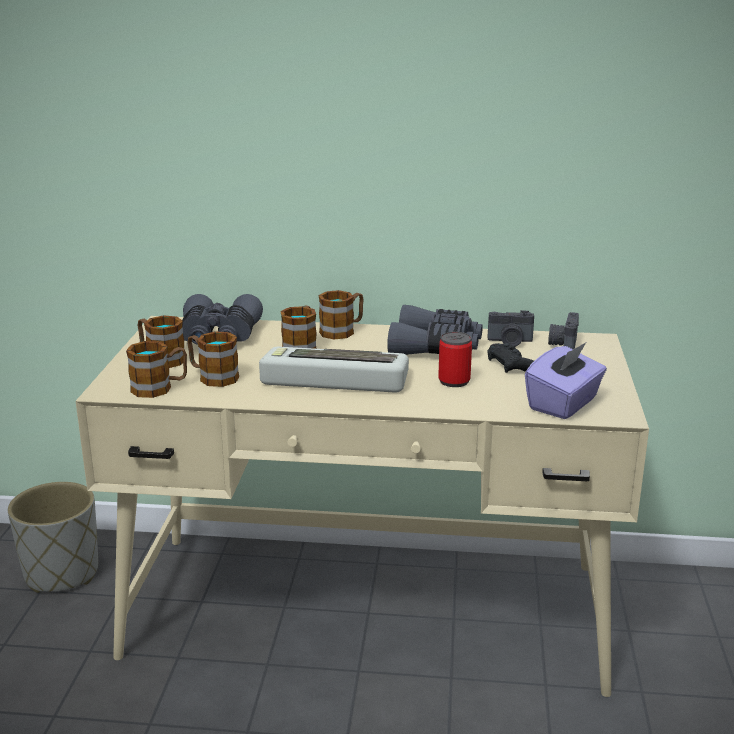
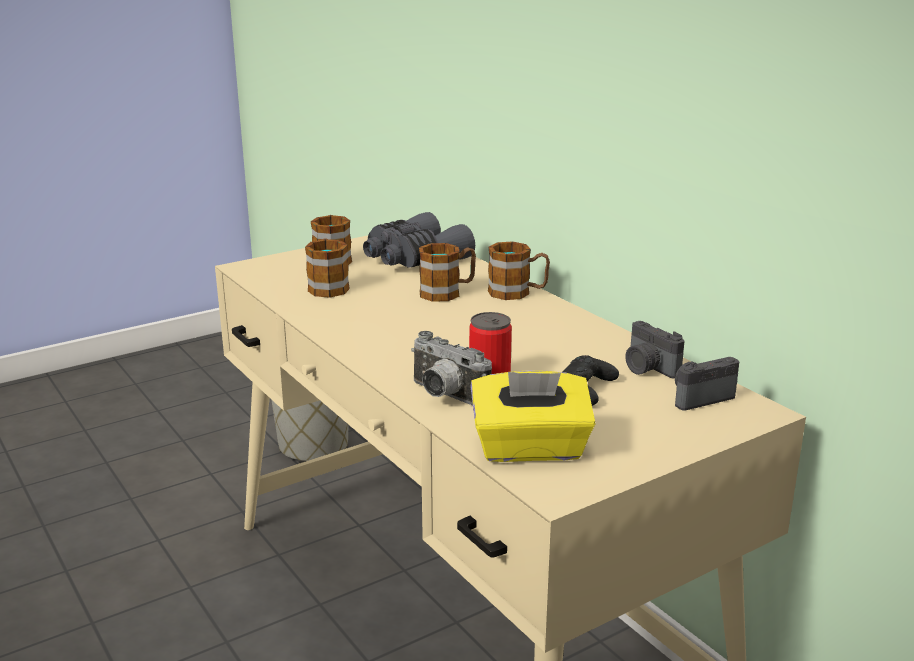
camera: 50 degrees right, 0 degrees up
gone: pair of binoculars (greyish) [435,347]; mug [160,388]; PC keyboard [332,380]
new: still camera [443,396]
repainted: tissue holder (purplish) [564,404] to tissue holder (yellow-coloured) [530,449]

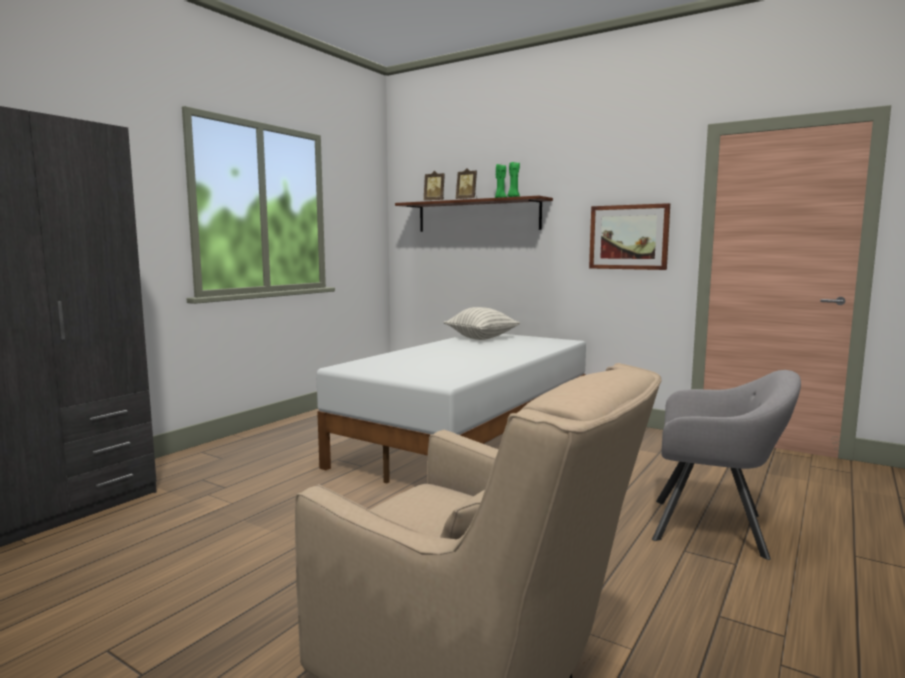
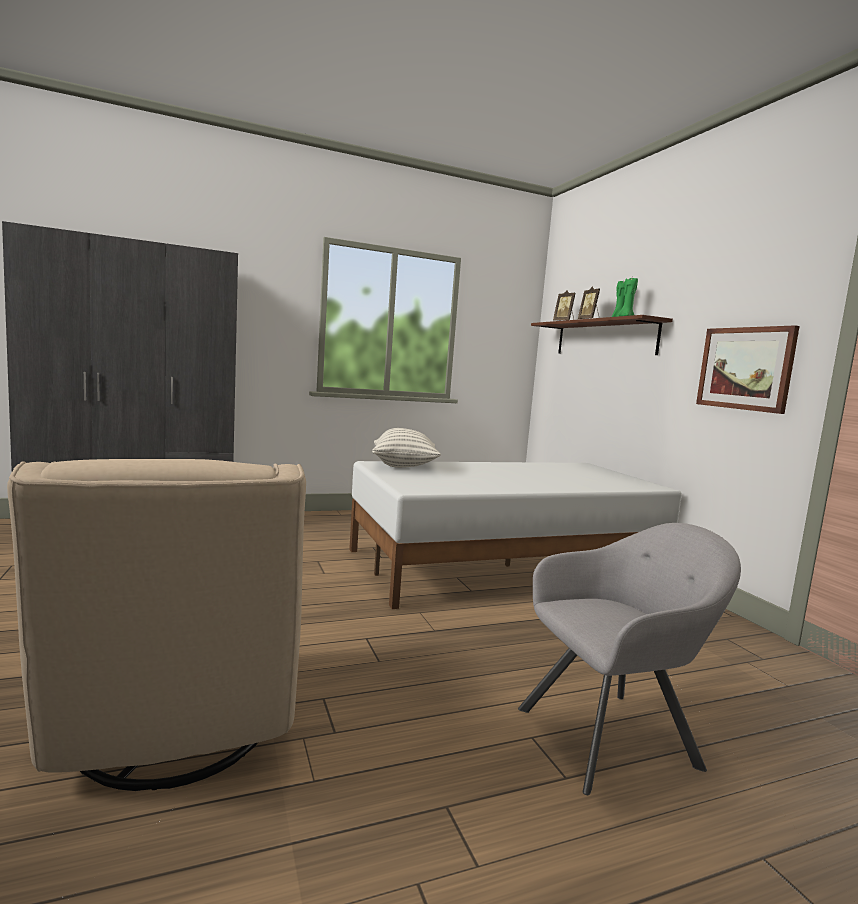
camera: 35 degrees right, 0 degrees up
shifted: cushion [481,338] to [404,466]
rotated: armchair (greyish) [715,528] = [613,736] 75 degrees counterclockwise

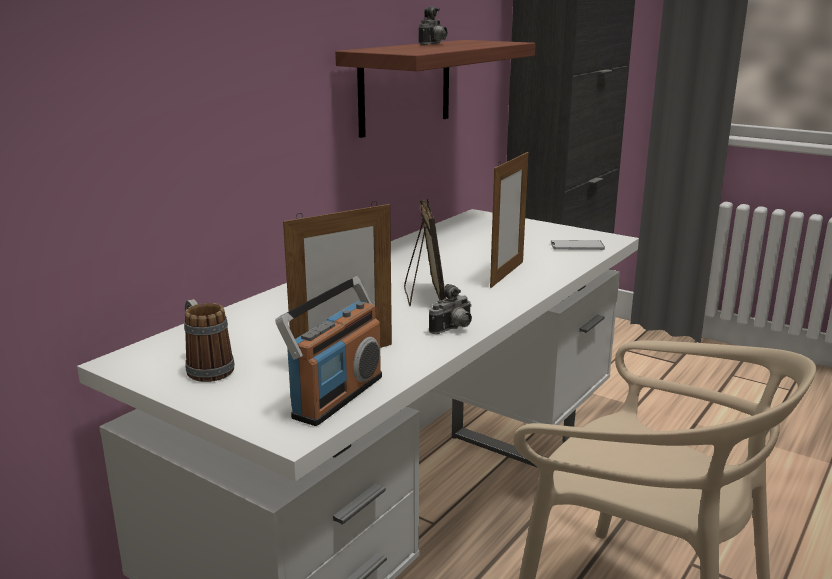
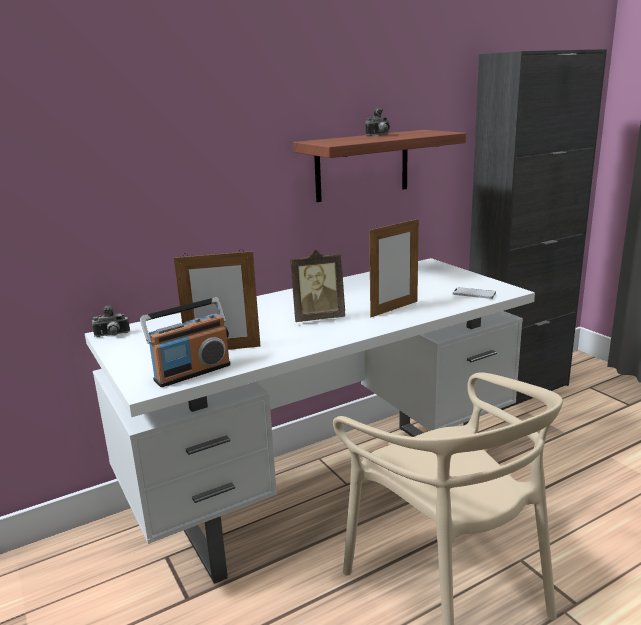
camera: 25 degrees right, 0 degrees up
gone: mug [206,368]
shifted: still camera [453,329] to [112,335]
rotated: picture frame [424,297] = [318,318] 60 degrees clockwise

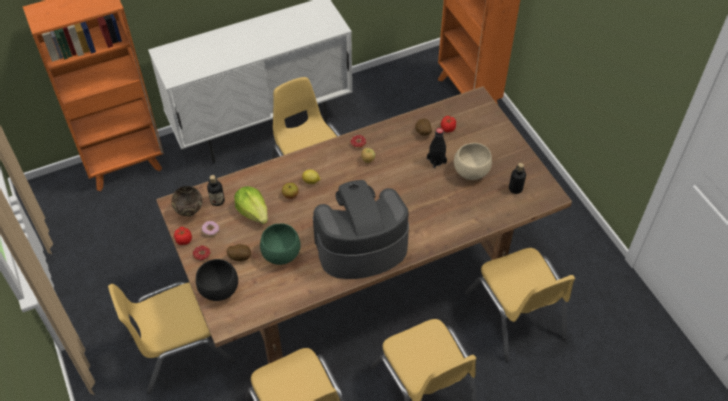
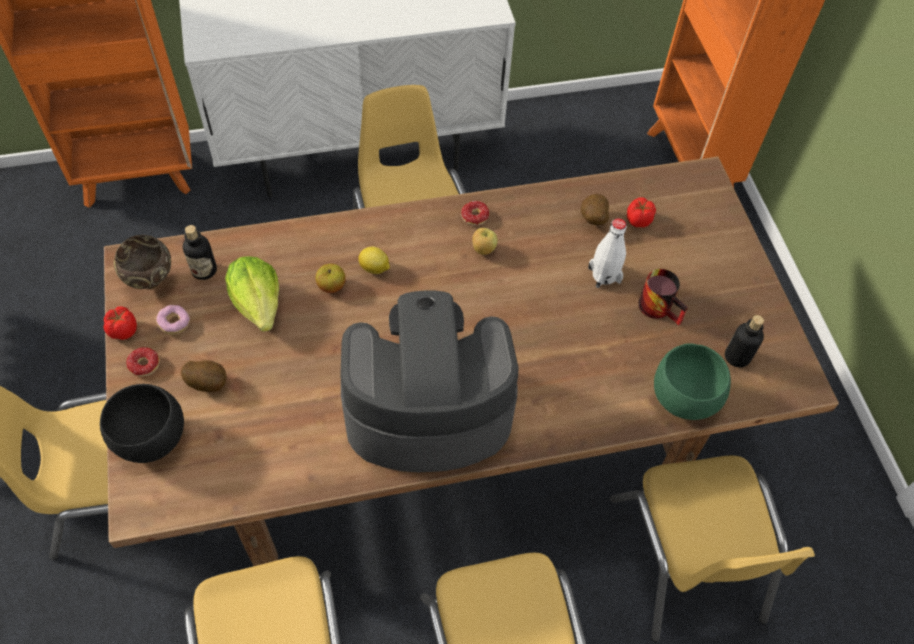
camera: 10 degrees right, 5 degrees up
shifted: bowl (green-coloured) [280,255] to [682,398]
swapped: bowl (beige-coloured) [470,171] to mug [661,307]
repainted: beverage bottle (blackish) [436,161] to beverage bottle (whitish) [604,275]

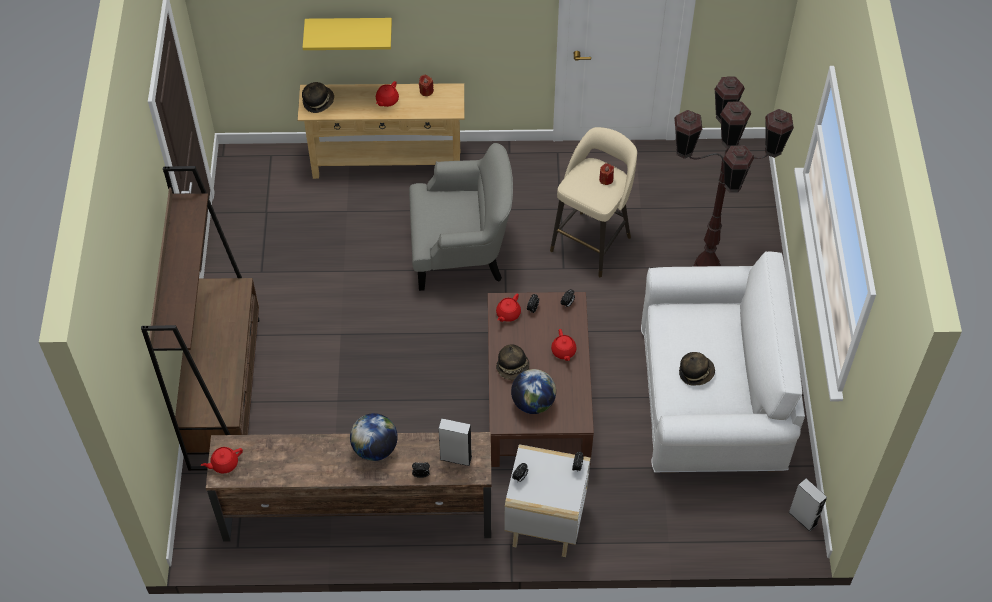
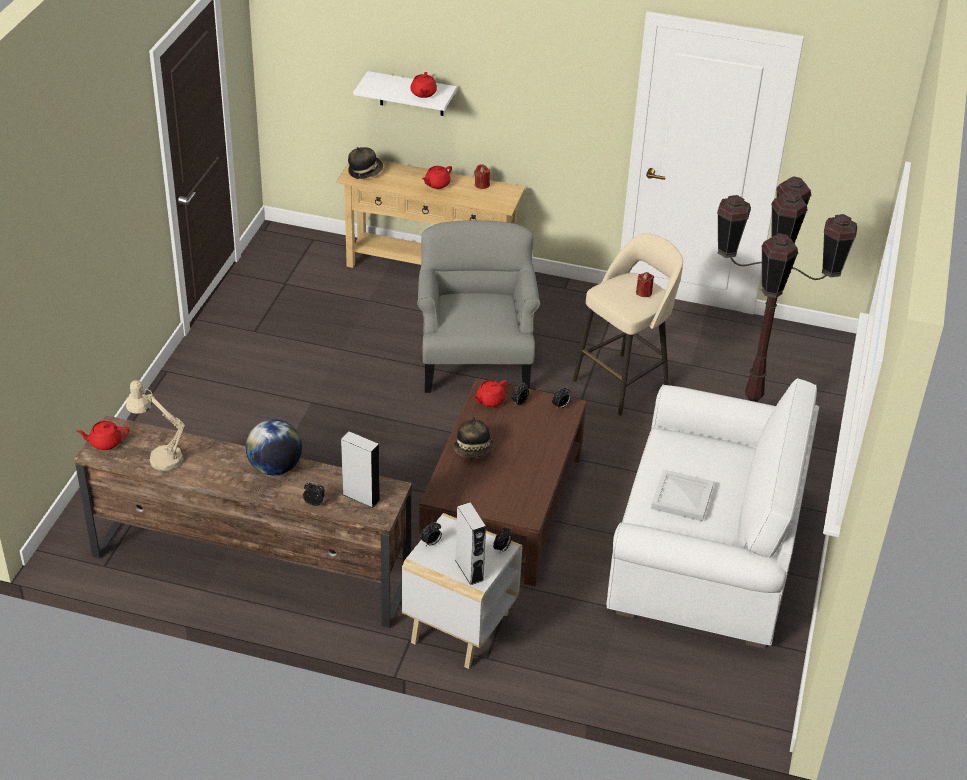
camera: 15 degrees right, 15 degrees down
gone: bookcase (brown) [225,392]; world globe [533,403]
new: lamp for a table (beige-coloured) [160,457]
shifted: tea pot (reddish) [563,351] to [423,93]; loudspeaker (greyish) [802,518] to [469,570]
swapped: wearable hat [696,372] to tray (whitish) [681,496]
repainted: bracket shelf (yellow-coloured) [349,29] to bracket shelf (whitish) [411,94]
rotated: armchair (greyish) [461,251] = [475,360] 105 degrees counterclockwise

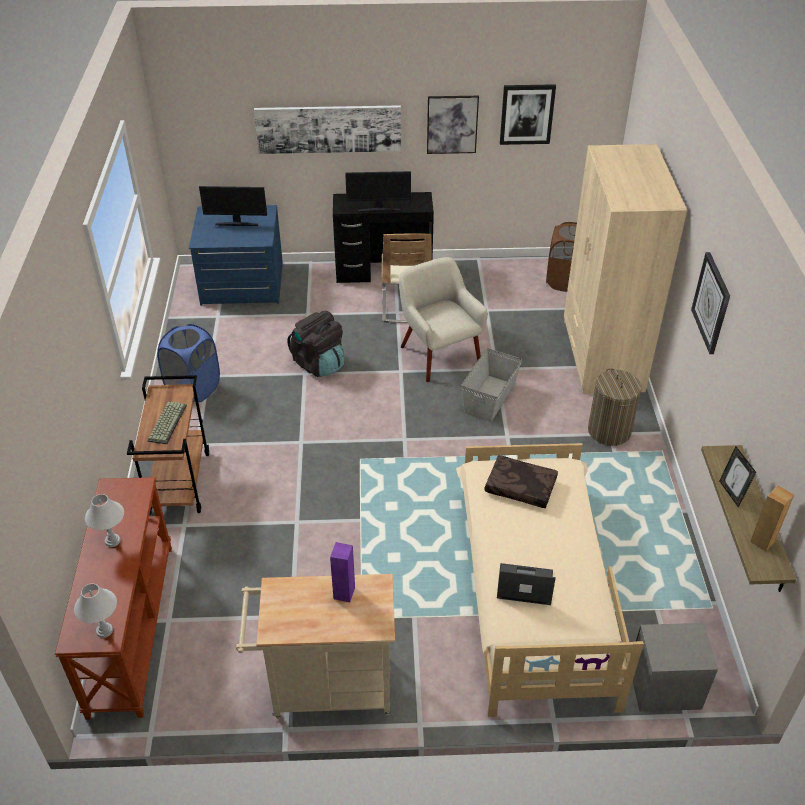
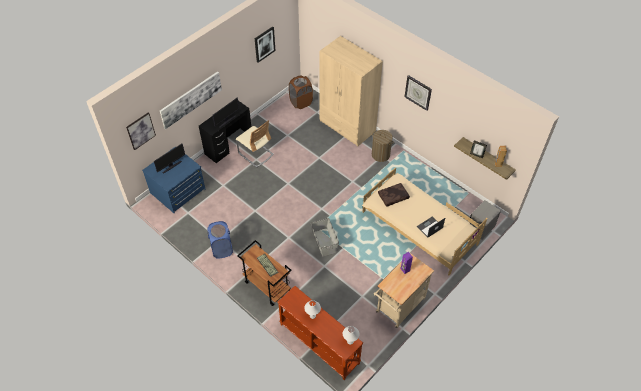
camera: 45 degrees left, 10 degrees up
gone: armchair (beige-coloured) [439,354]; backpack (blackish) [319,364]
shifted: wall picture [452,124] to [140,131]; storage bin (greyish) [490,398] to [324,242]

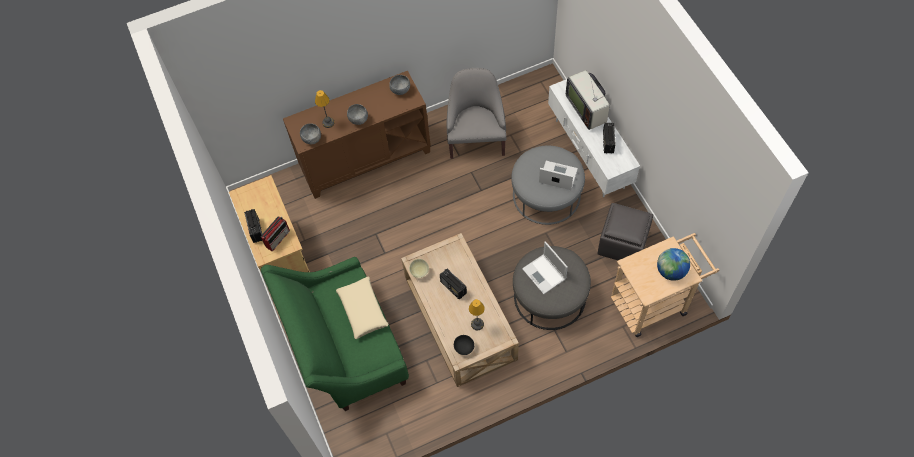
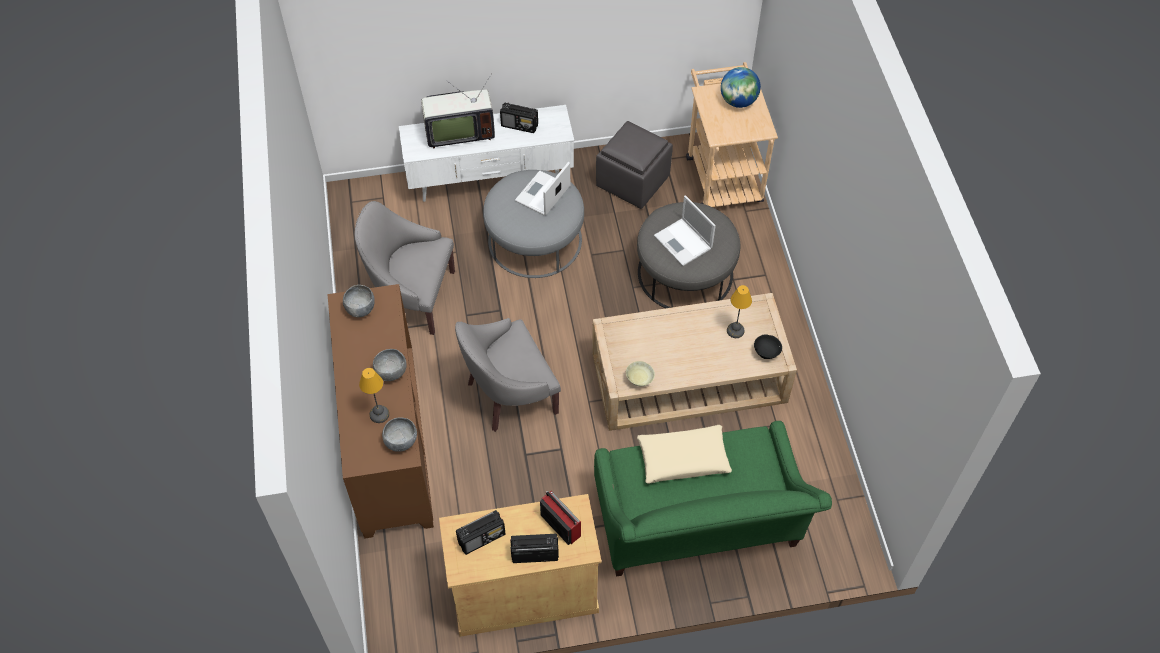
camera: 80 degrees left, 5 degrees down
new: armchair (greyish) [509,394]
shifted: radio [453,288] to [482,538]
rotated: laptop [544,274] = [683,242] 75 degrees clockwise

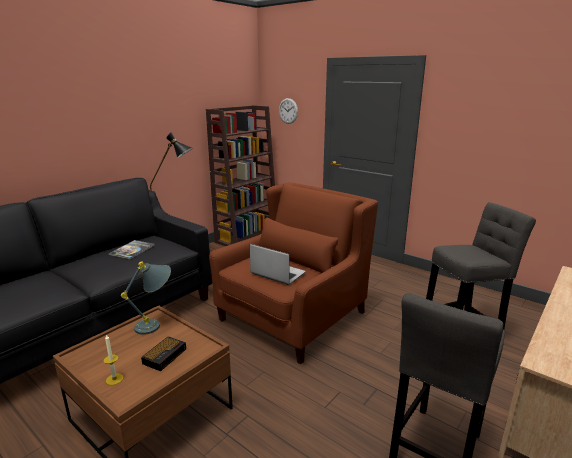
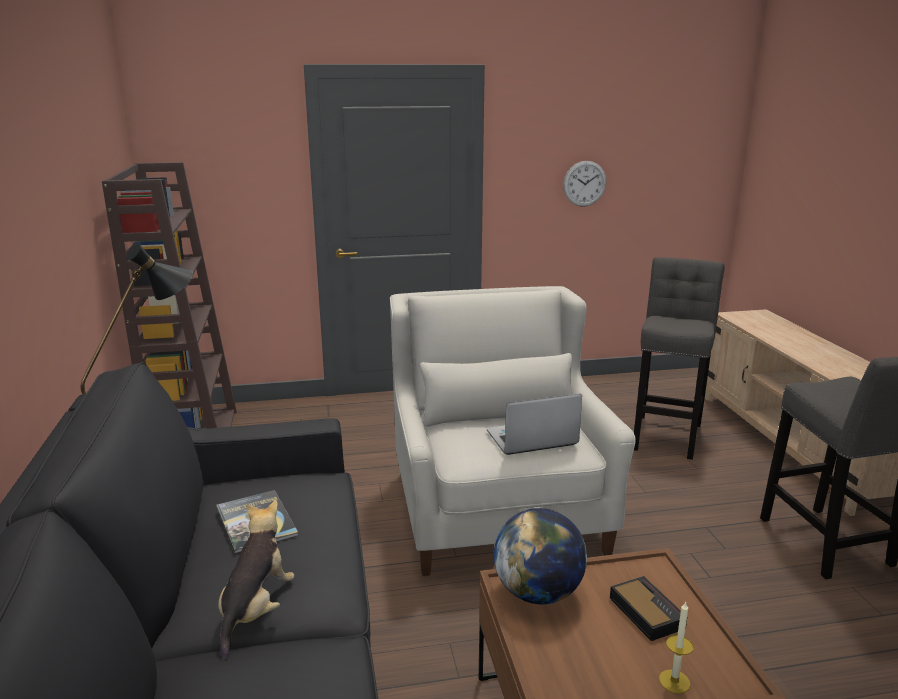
camera: 50 degrees left, 0 degrees up
new: soft toy [256,610]
shifted: clock on the wall [288,111] to [584,183]
swapped: lamp for a table (greyish) [156,324] to world globe [538,593]
repainted: armchair (brown) [293,316] to armchair (whitish) [496,511]

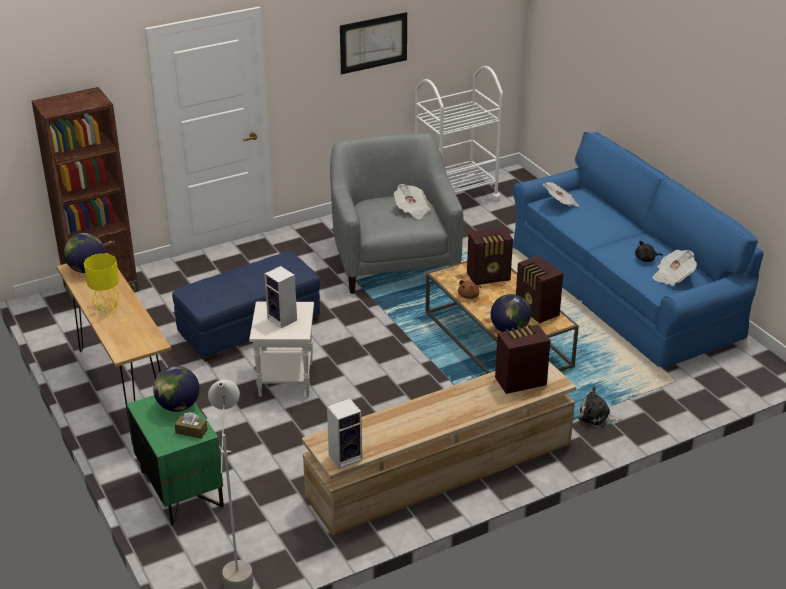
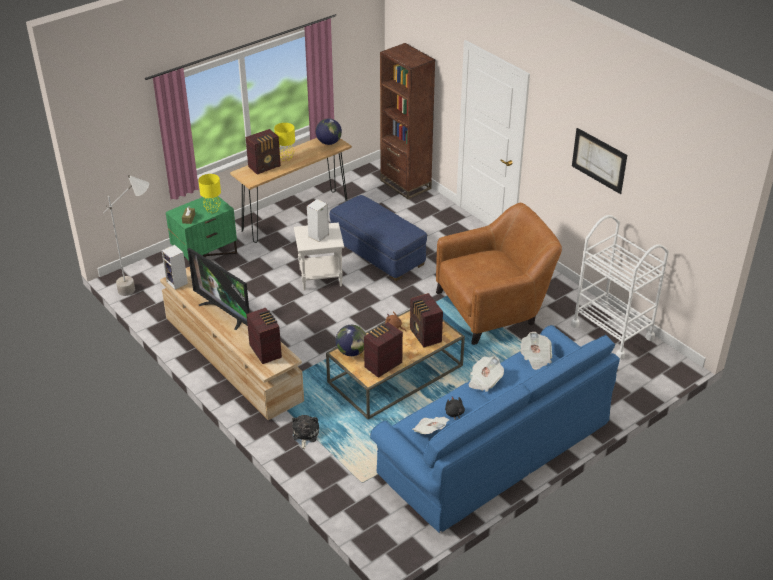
camera: 80 degrees right, 5 degrees up
new: radio [265,166]; TV [225,312]
shifted: newspaper [412,210] to [484,381]
swapped: world globe [178,406] to lamp for a table (yellow-coloured) [212,210]
repainted: armchair (greyish) [393,259] to armchair (brown) [494,307]

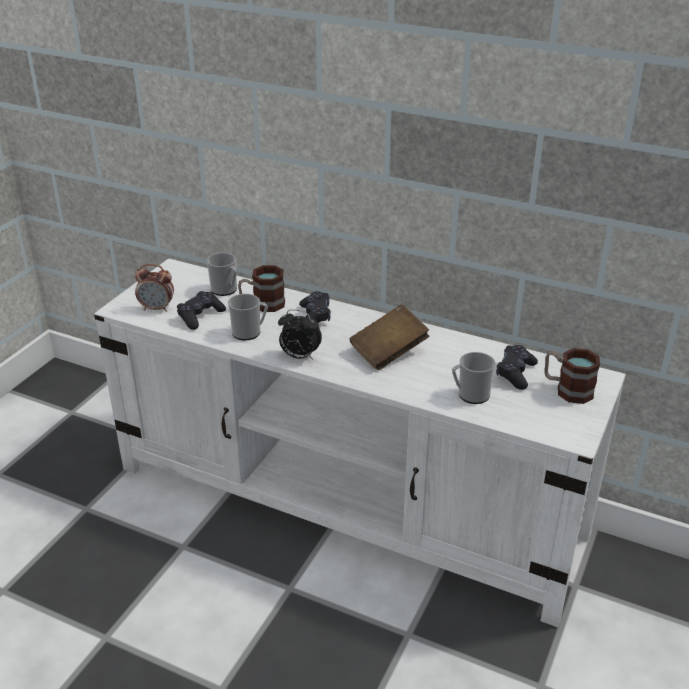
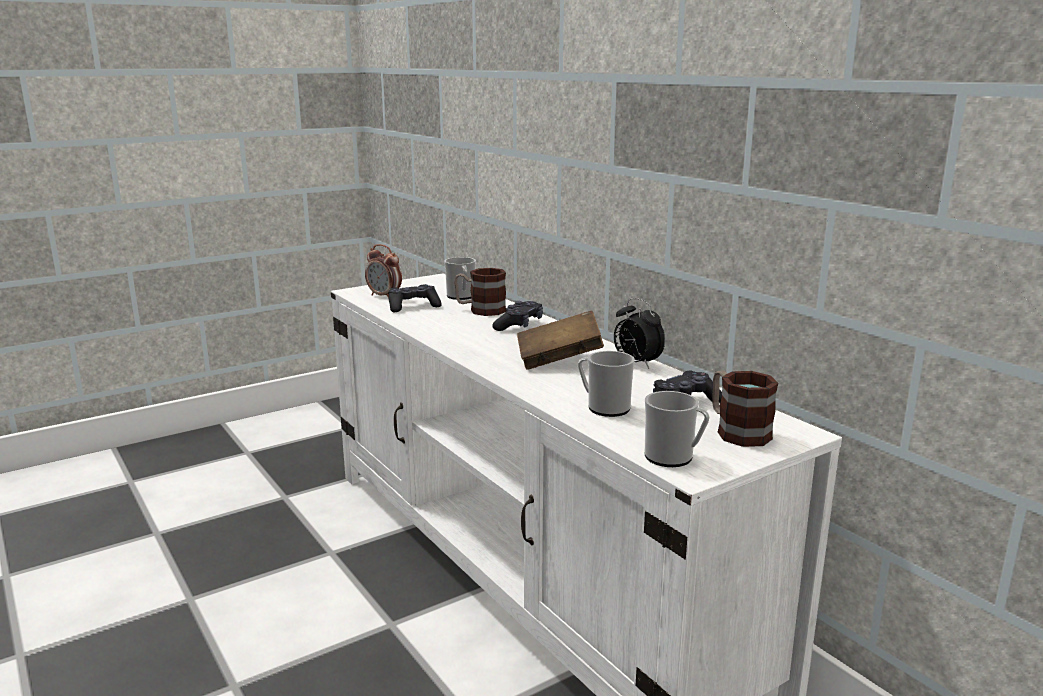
camera: 30 degrees right, 15 degrees down
shifted: mug [249,332] to [674,458]; alarm clock [299,356] to [636,364]

